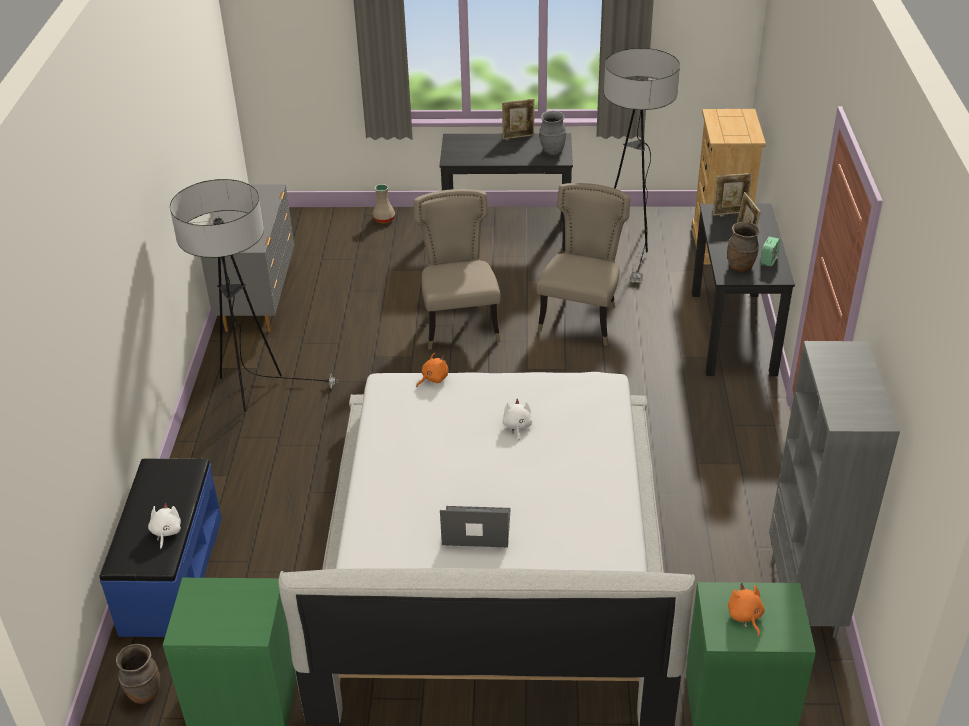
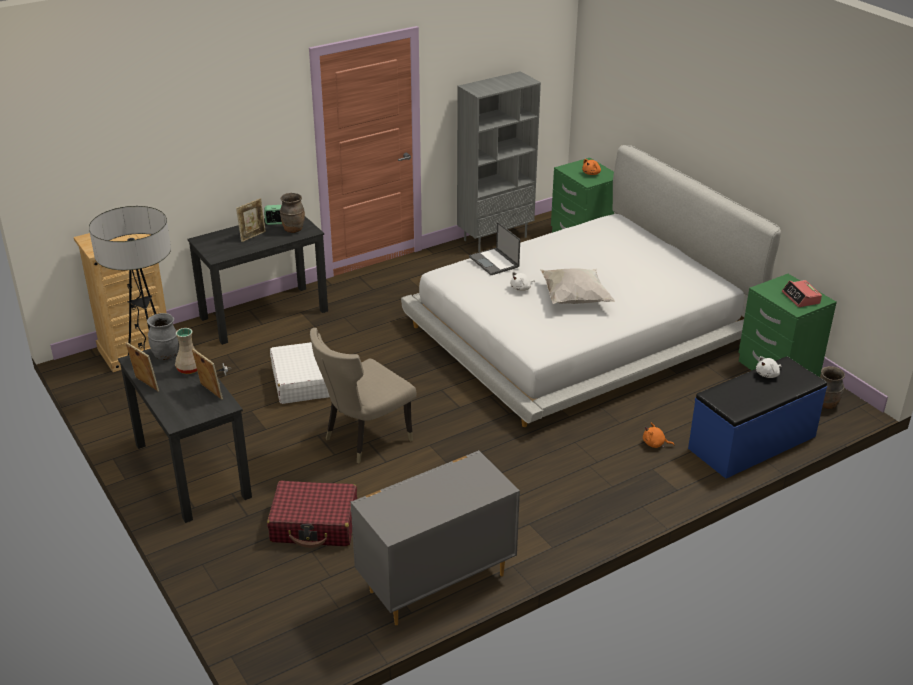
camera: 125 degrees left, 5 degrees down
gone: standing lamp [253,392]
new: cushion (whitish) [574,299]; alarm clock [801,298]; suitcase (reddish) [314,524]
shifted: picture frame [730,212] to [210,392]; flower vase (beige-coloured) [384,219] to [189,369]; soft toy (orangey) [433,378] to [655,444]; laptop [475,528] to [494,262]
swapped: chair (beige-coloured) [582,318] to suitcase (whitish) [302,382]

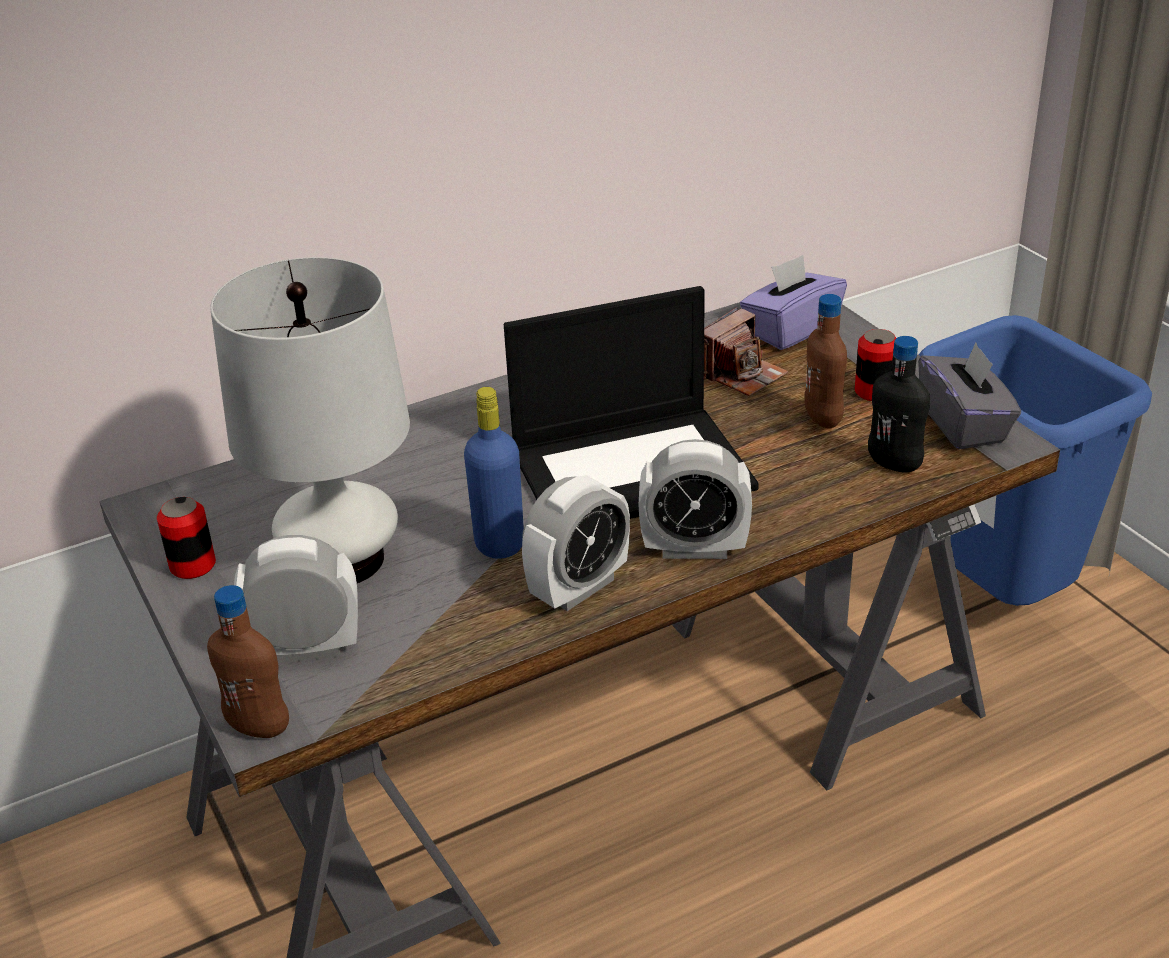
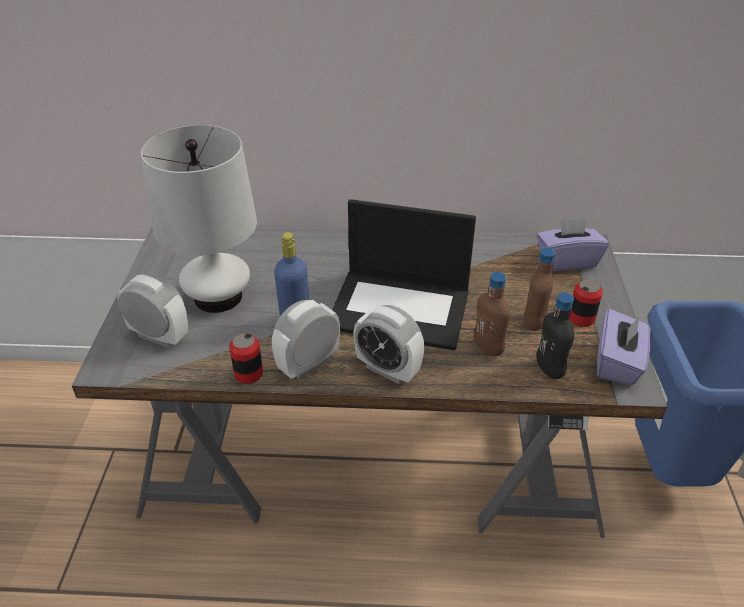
camera: 30 degrees right, 5 degrees up
gone: still camera [741,374]
shifted: can [193,565] to [248,374]; beverage bottle (brown) [258,727] to [488,348]
repainted: tissue holder (greyish) [964,425] to tissue holder (purplish) [618,363]
rotated: alarm clock [579,588] = [308,364] 150 degrees clockwise

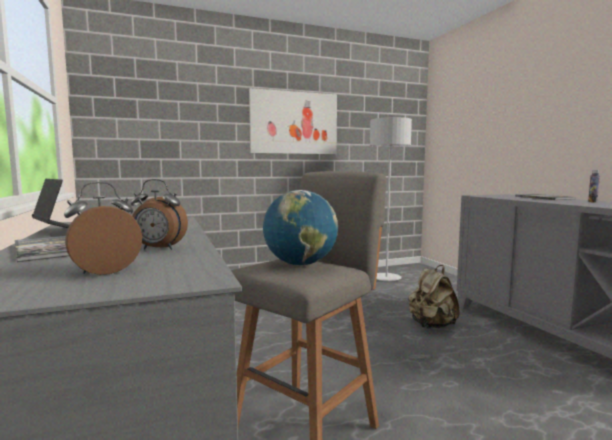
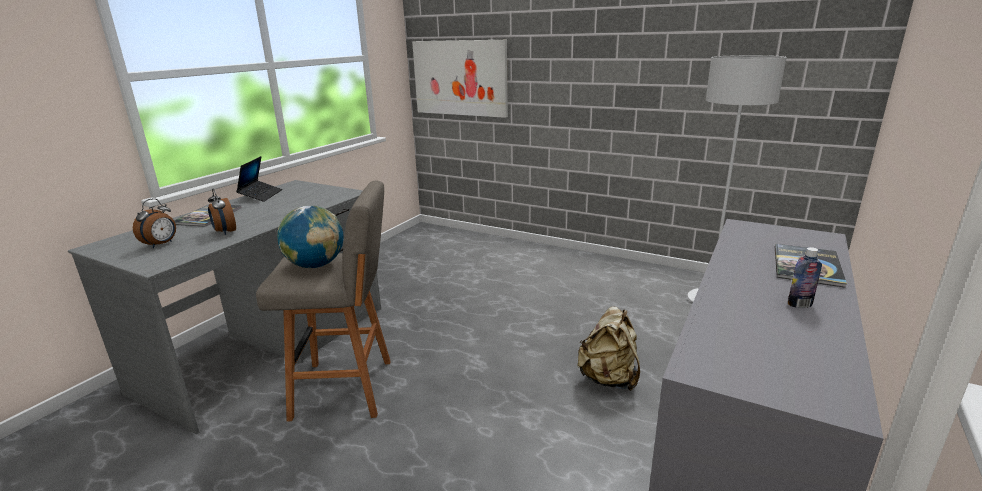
camera: 50 degrees right, 15 degrees up
shifted: wall picture [294,123] to [460,78]
rotated: alarm clock [104,271] = [161,244] 105 degrees clockwise

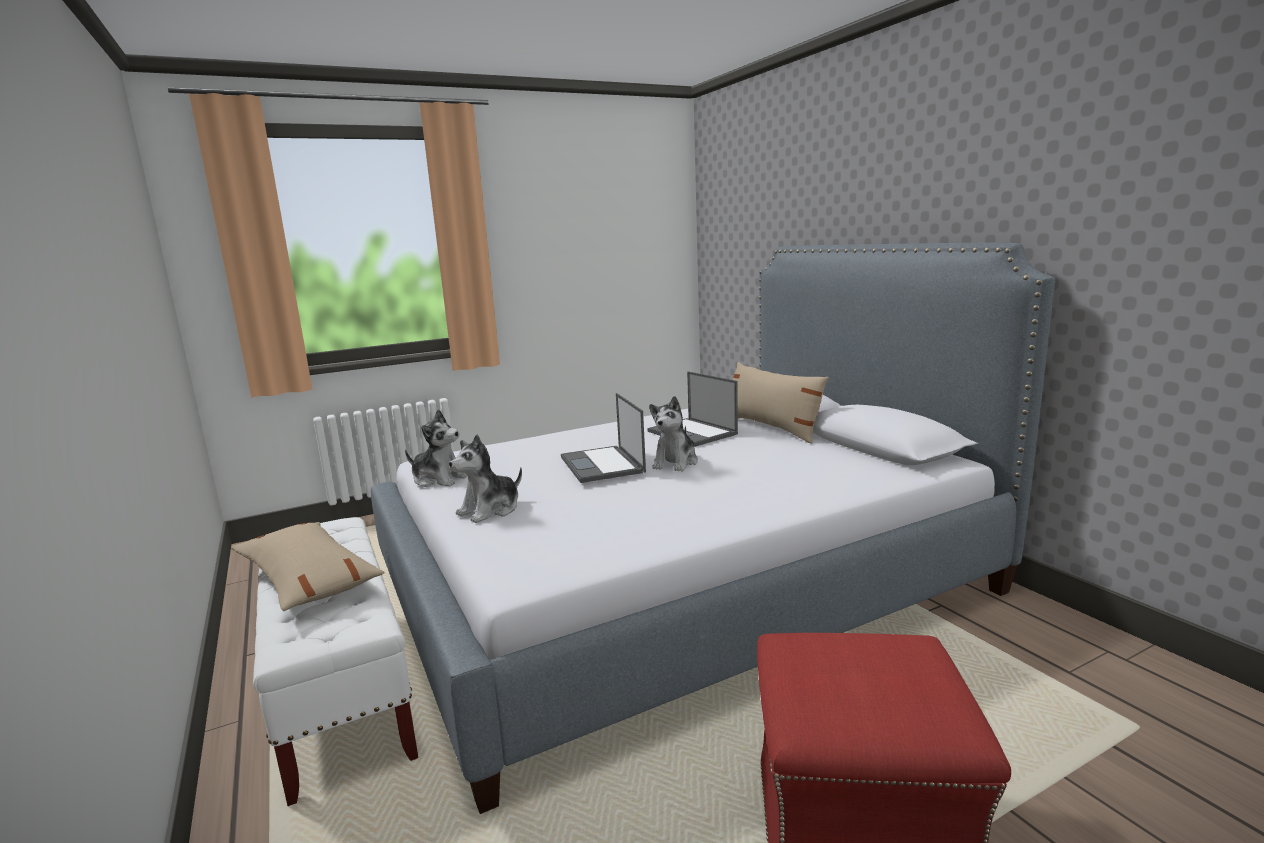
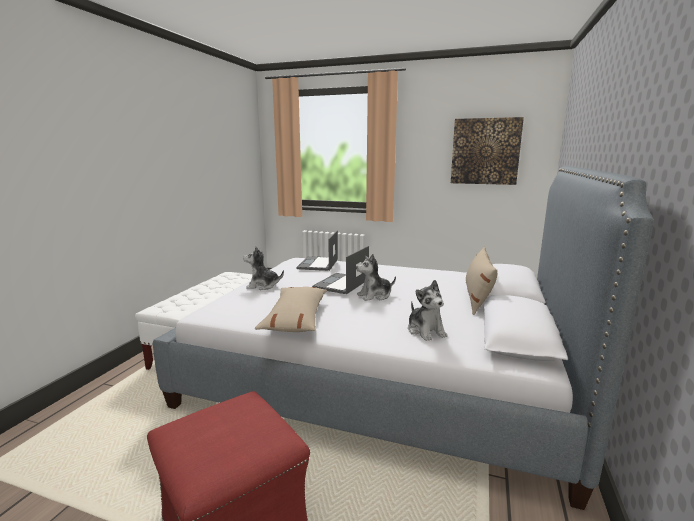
camera: 45 degrees right, 0 degrees up
new: wall picture [485,151]
shifted: laptop [693,433] to [318,264]; soft toy [439,479] to [425,331]; cushion (beige-coloured) [307,579] to [296,318]

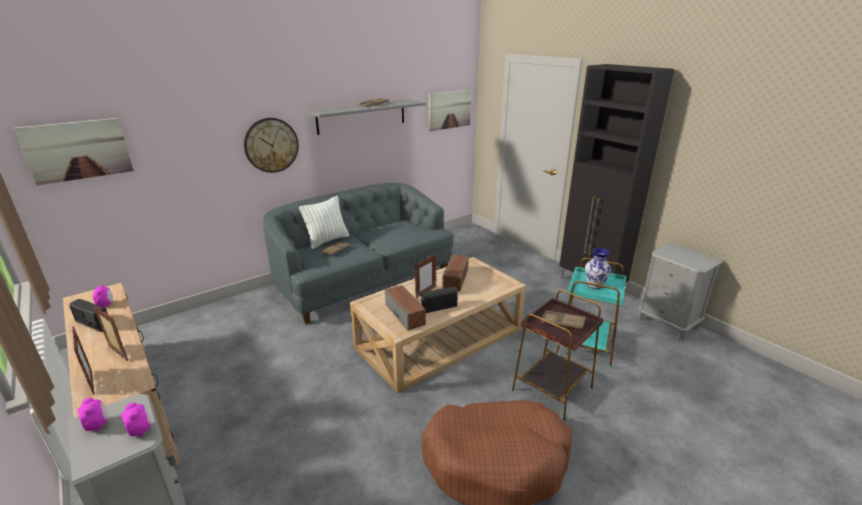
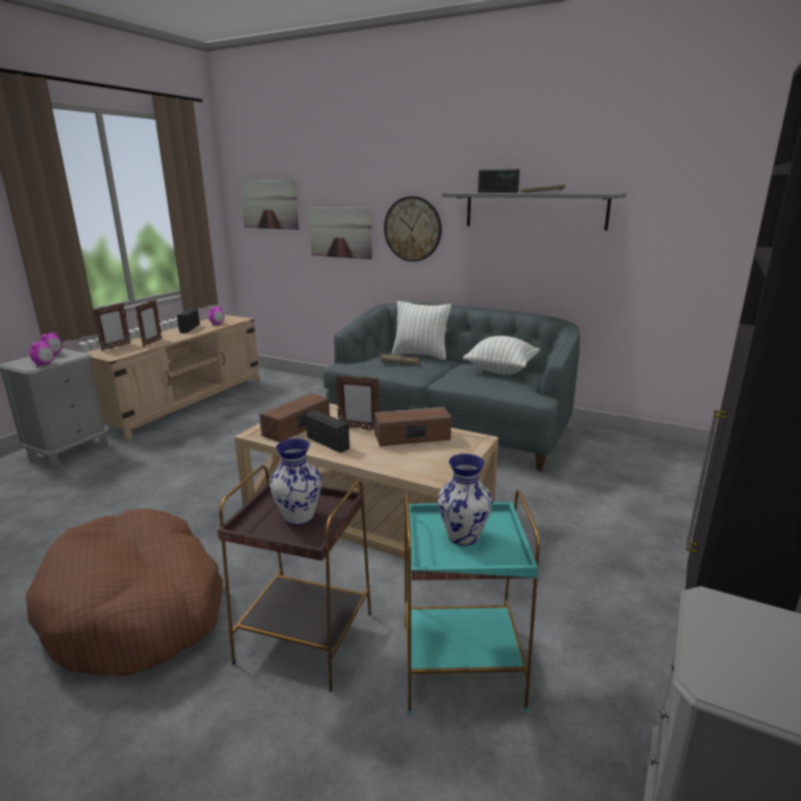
camera: 65 degrees right, 5 degrees down
new: radio [497,192]; cushion [501,370]
shifted: wall picture [449,110] to [340,232]
swapped: tray (brown) [562,322] to flower vase [297,517]

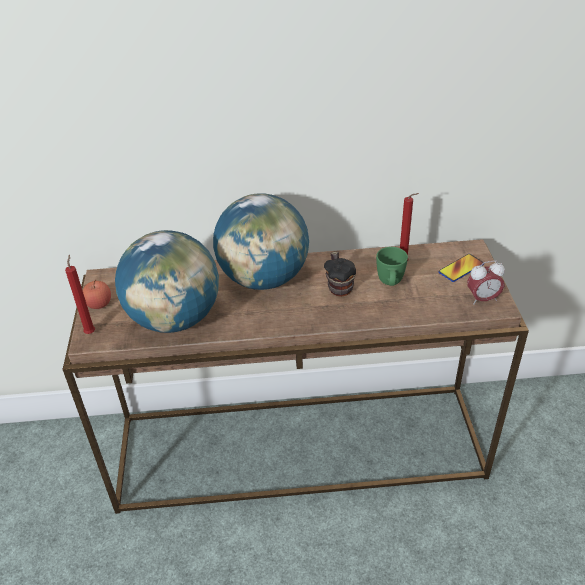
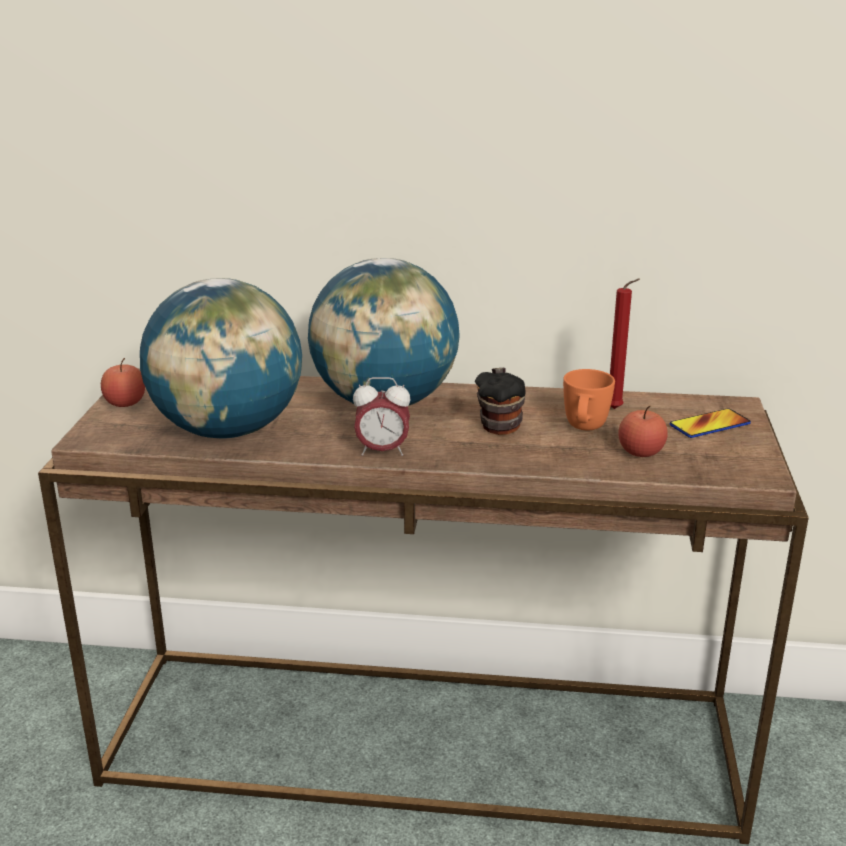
camera: 10 degrees right, 15 degrees down
gone: candle (reddish) [90,332]
new: whole apple [640,452]
shifted: alarm clock [482,299] to [382,451]
repainted: mug (green-coloured) [390,284] to mug (orangey) [584,429]

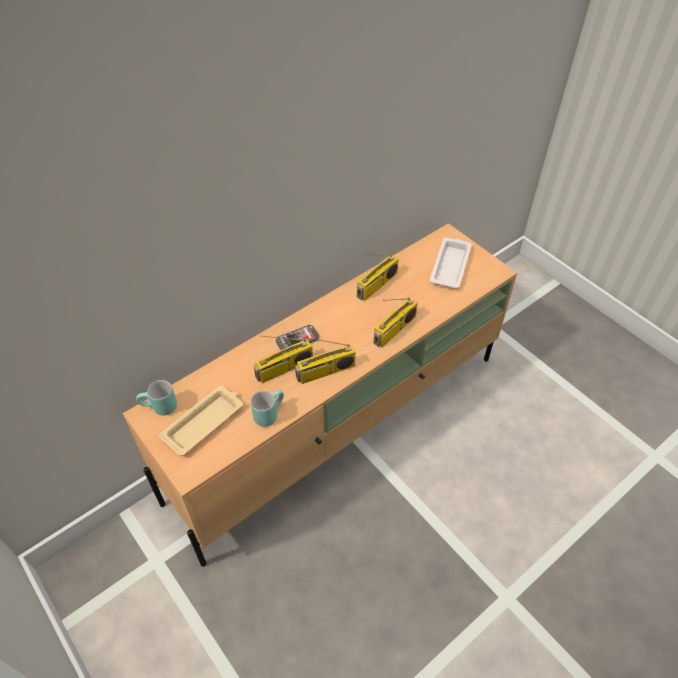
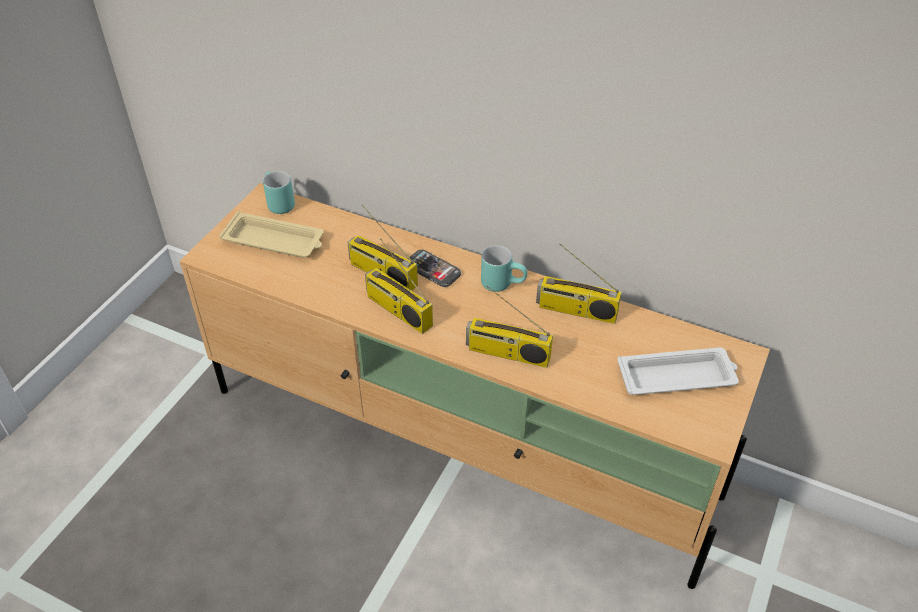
camera: 65 degrees right, 5 degrees down
shifted: mug (blue-green) [268,413] to [503,283]

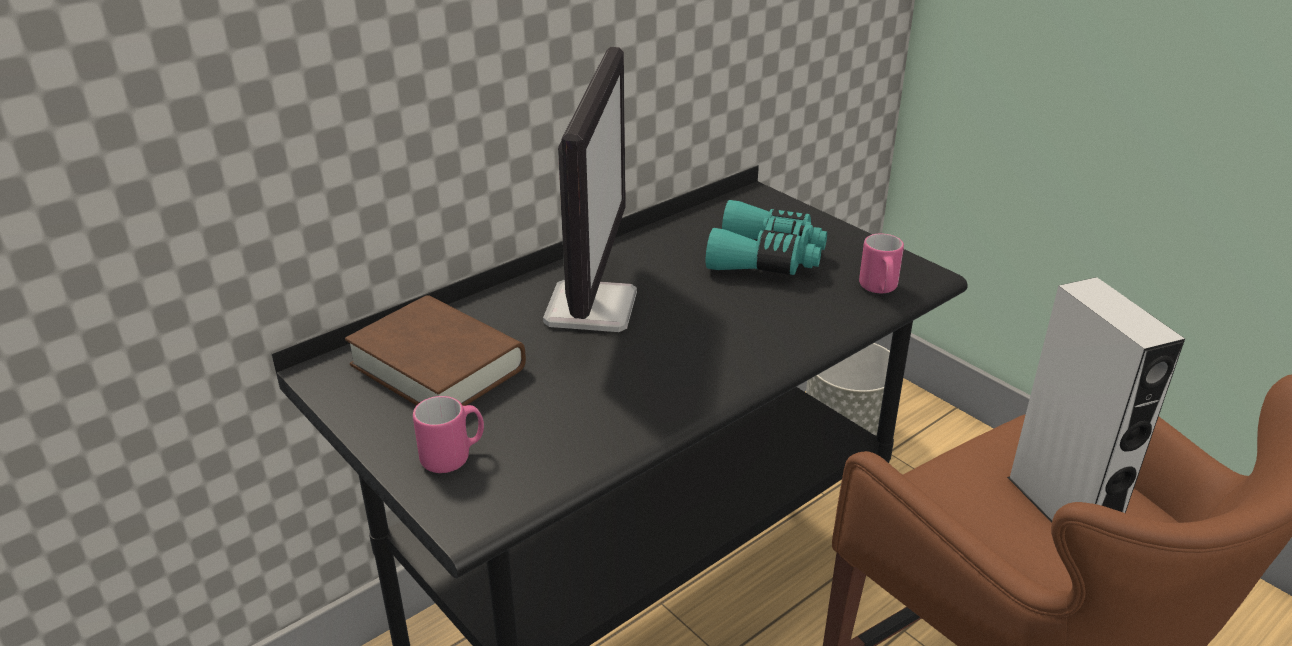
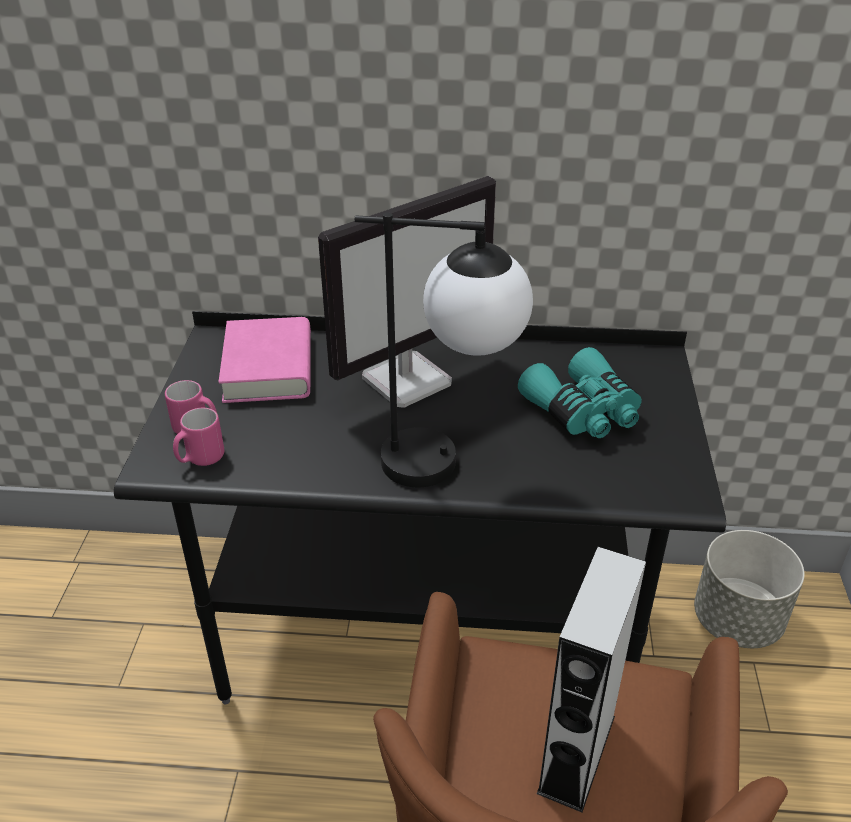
camera: 45 degrees right, 5 degrees up
new: lamp for a table [450,464]
shifted: mug (pink) [879,289] to [200,459]
repainted: volume (brown) [438,366] to volume (pink) [268,368]

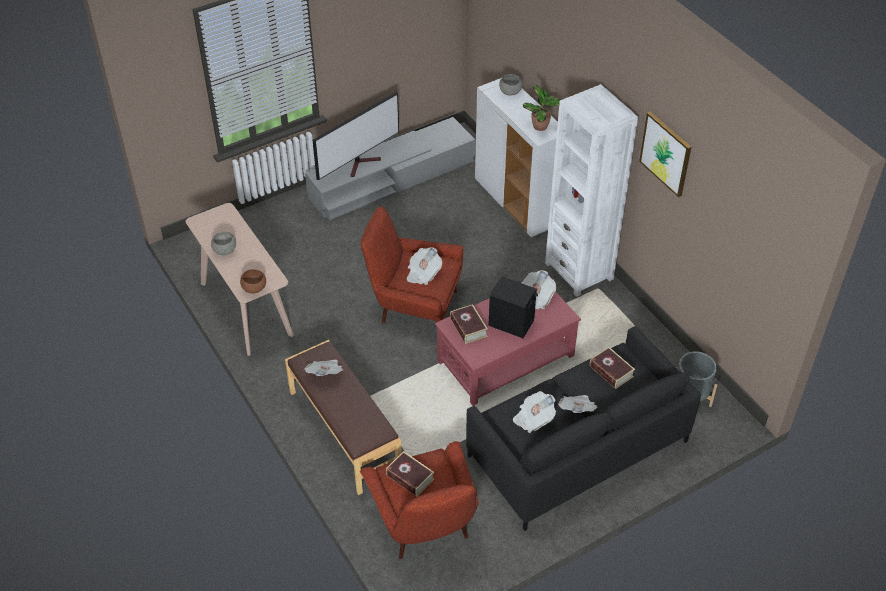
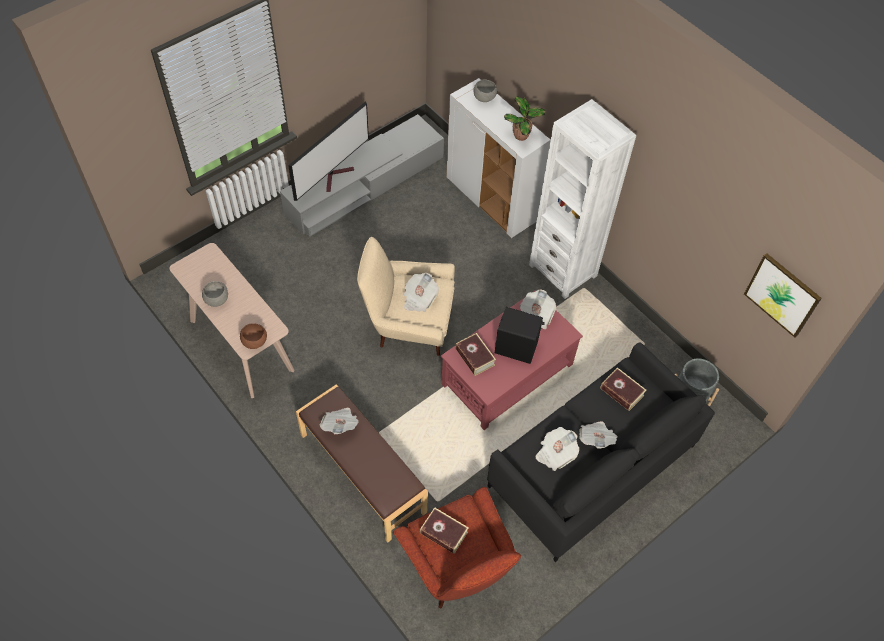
camera: 10 degrees left, 10 degrees up
shifted: wall picture [666,153] to [782,294]
repainted: armchair (reddish) [414,305] to armchair (beige-coloured) [409,324]

